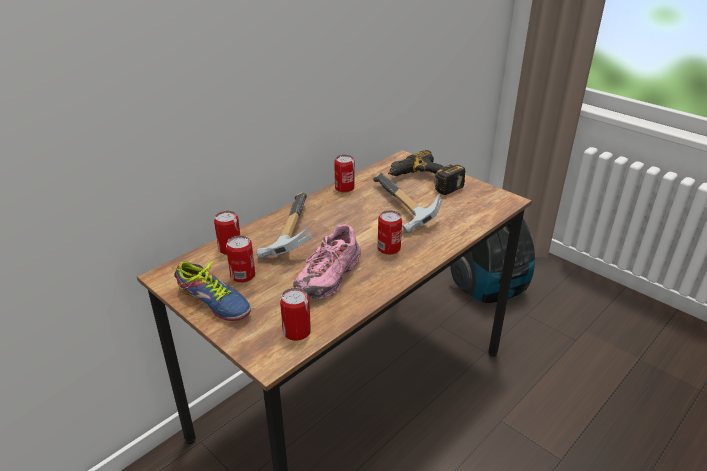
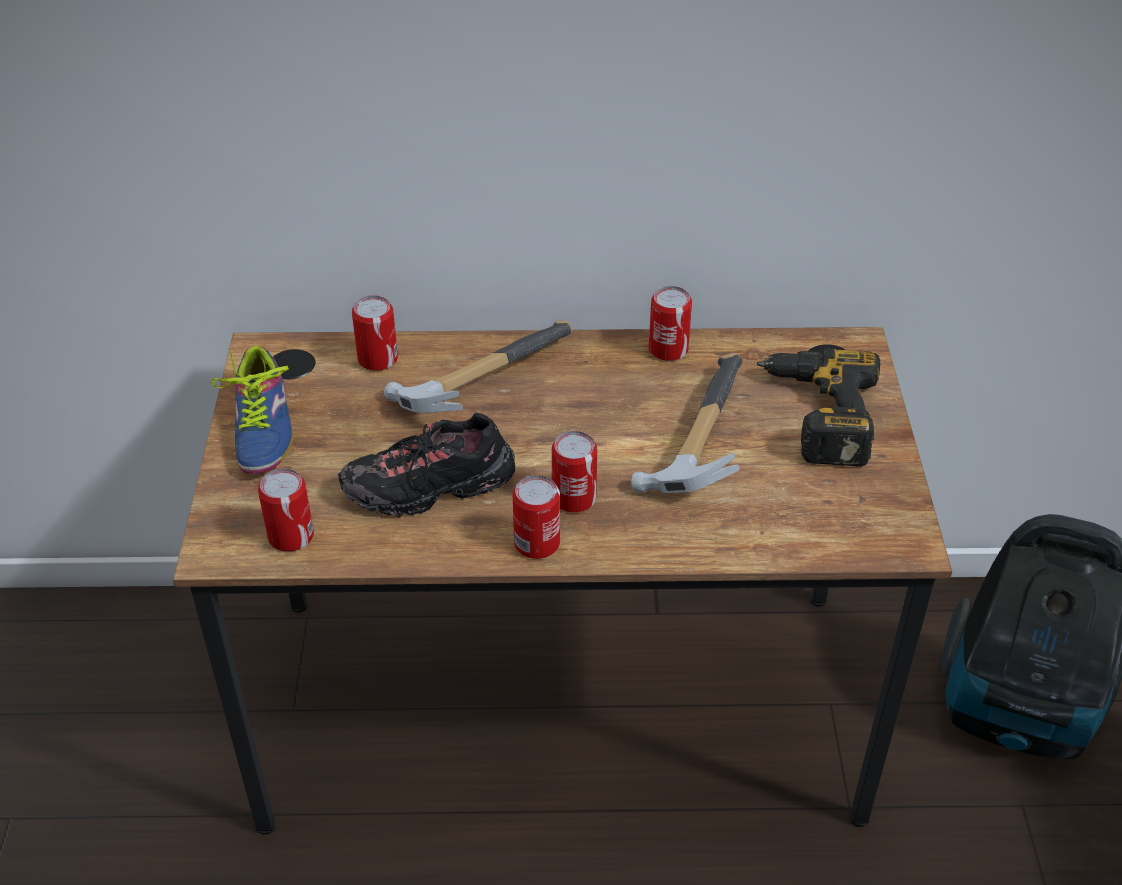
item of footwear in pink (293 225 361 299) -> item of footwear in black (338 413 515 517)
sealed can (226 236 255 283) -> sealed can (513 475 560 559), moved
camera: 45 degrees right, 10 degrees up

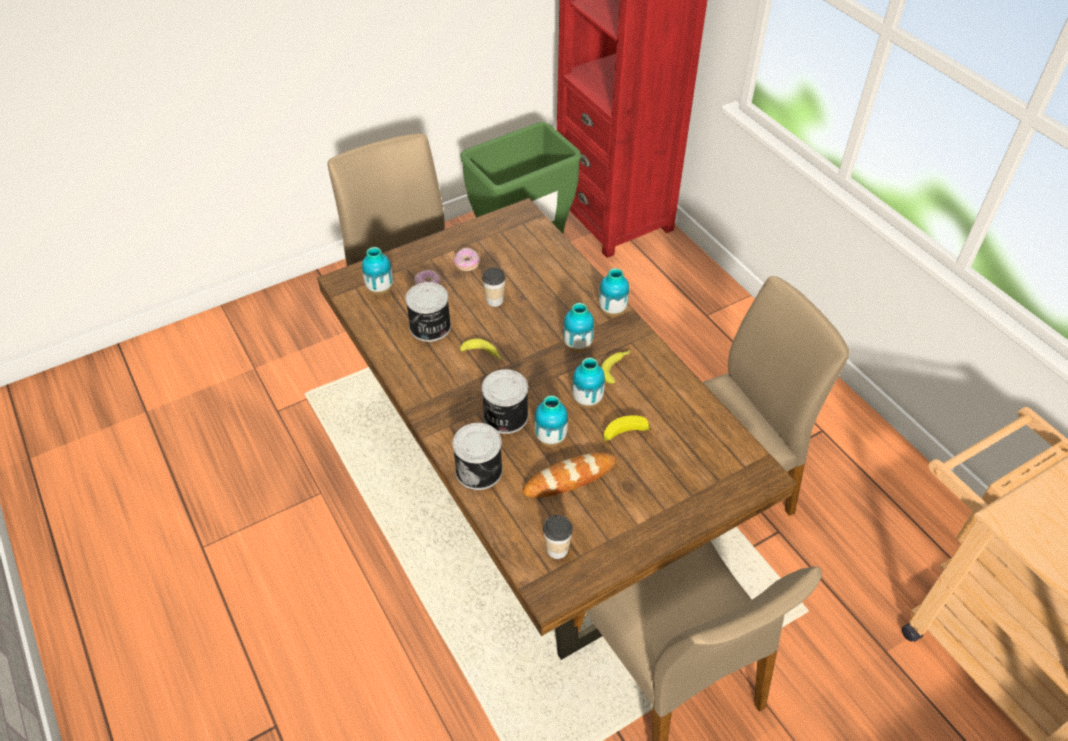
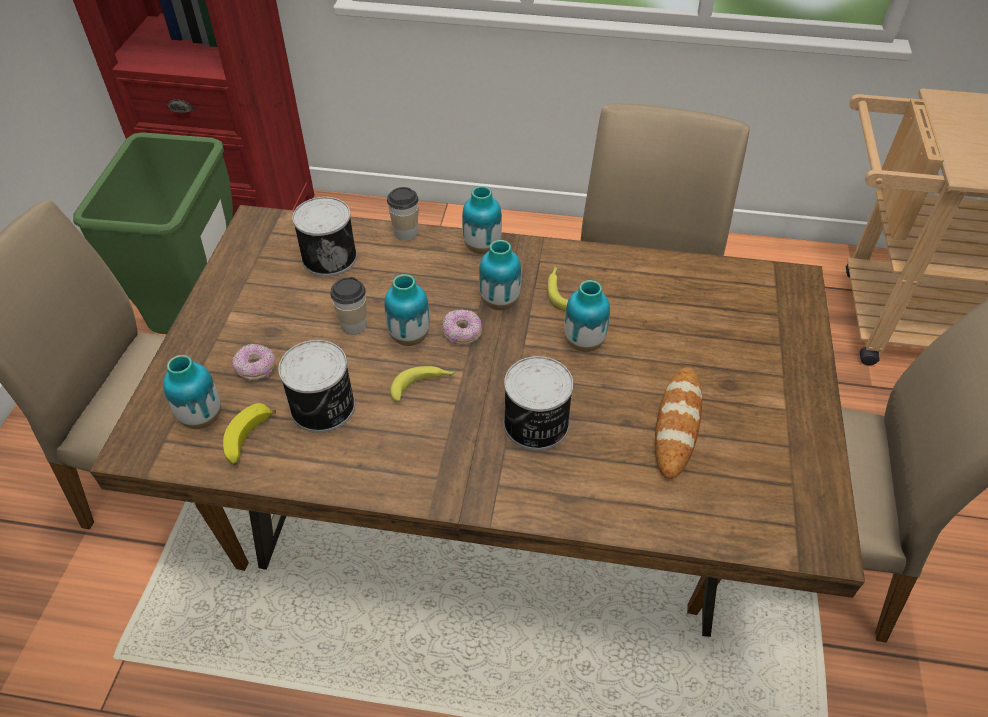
doughnut (454 248 480 271) -> doughnut (443 310 482 345), moved
flower vase (534 395 568 447) -> flower vase (384 274 430 346), moved
banana fruit (604 415 652 441) -> banana fruit (223 403 276 465), moved
sealed can (452 423 503 490) -> sealed can (292 197 357 277), moved
drinking cup (543 515 573 559) -> drinking cup (387 187 418 240), moved
camera: 50 degrees left, 0 degrees up

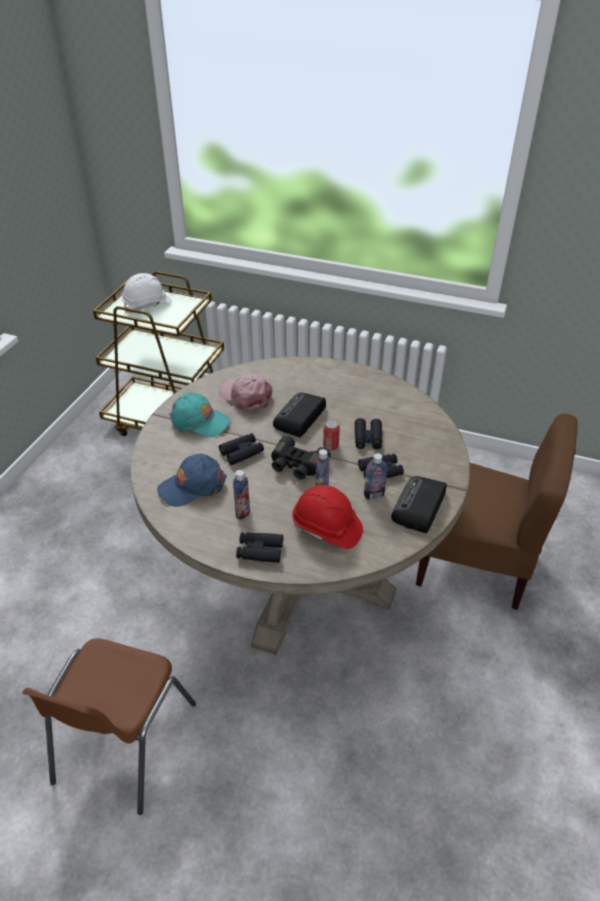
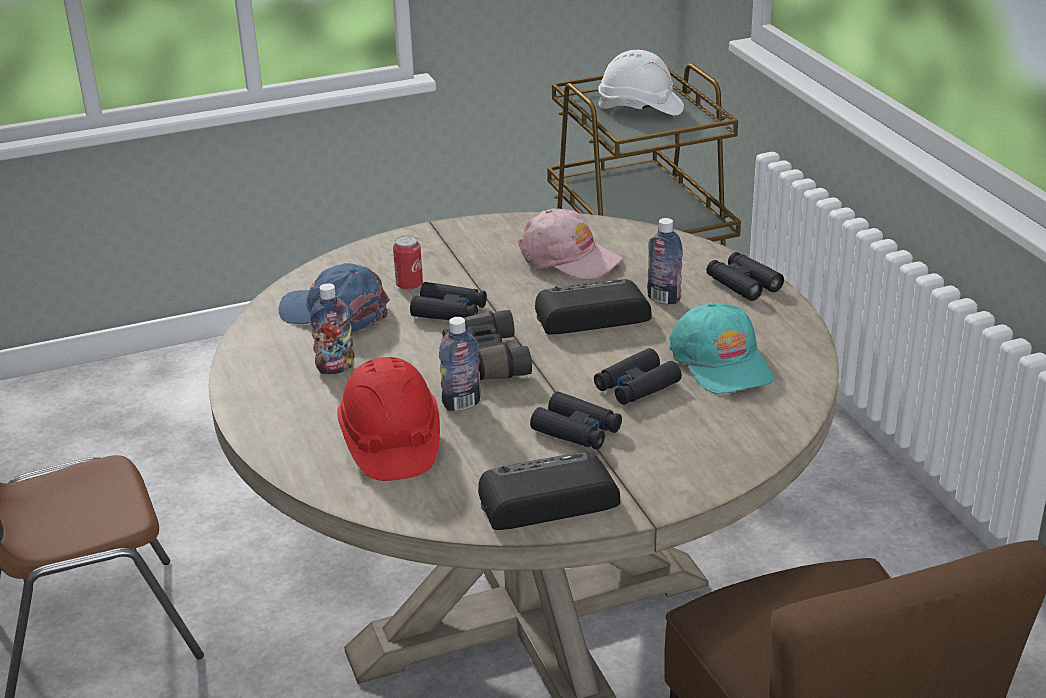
peaked cap in pink (219 374 273 412) -> peaked cap in pink (518 208 623 280), 120 degrees clockwise
peaked cap in blue-green (169 393 230 437) -> peaked cap in blue-green (669 303 773 394), moved
sealed can (323 420 340 450) -> sealed can (393 236 423 290), moved
bottle (364 453 388 500) -> bottle (647 218 683 304), moved
pair of binoculars in black (236 532 283 563) -> pair of binoculars in black (706 252 784 301), moved
camera: 50 degrees right, 10 degrees down

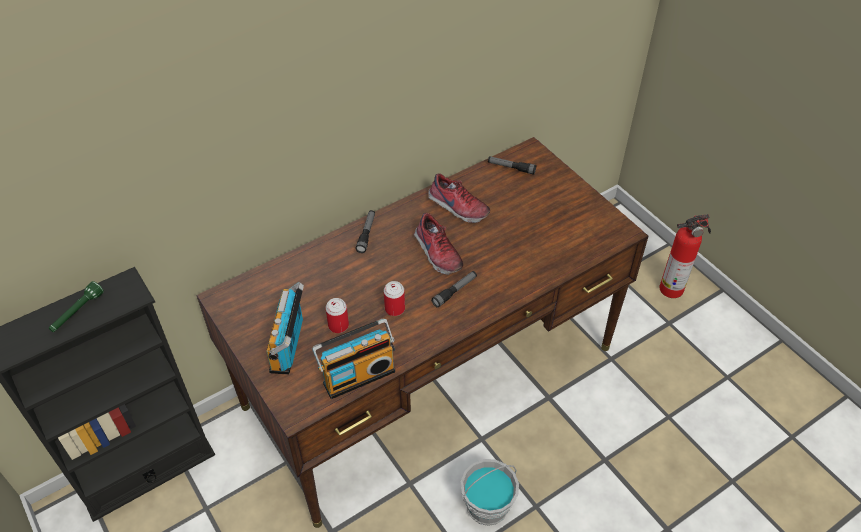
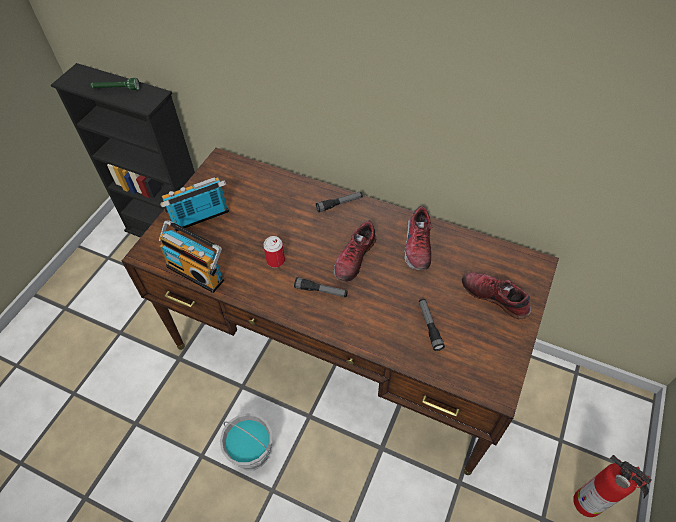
torch (488 156 536 175) -> torch (419 299 445 351), moved
sealed can (326 298 349 333) -> none
none -> item of footwear (462 272 531 320)
camera: 60 degrees right, 5 degrees up

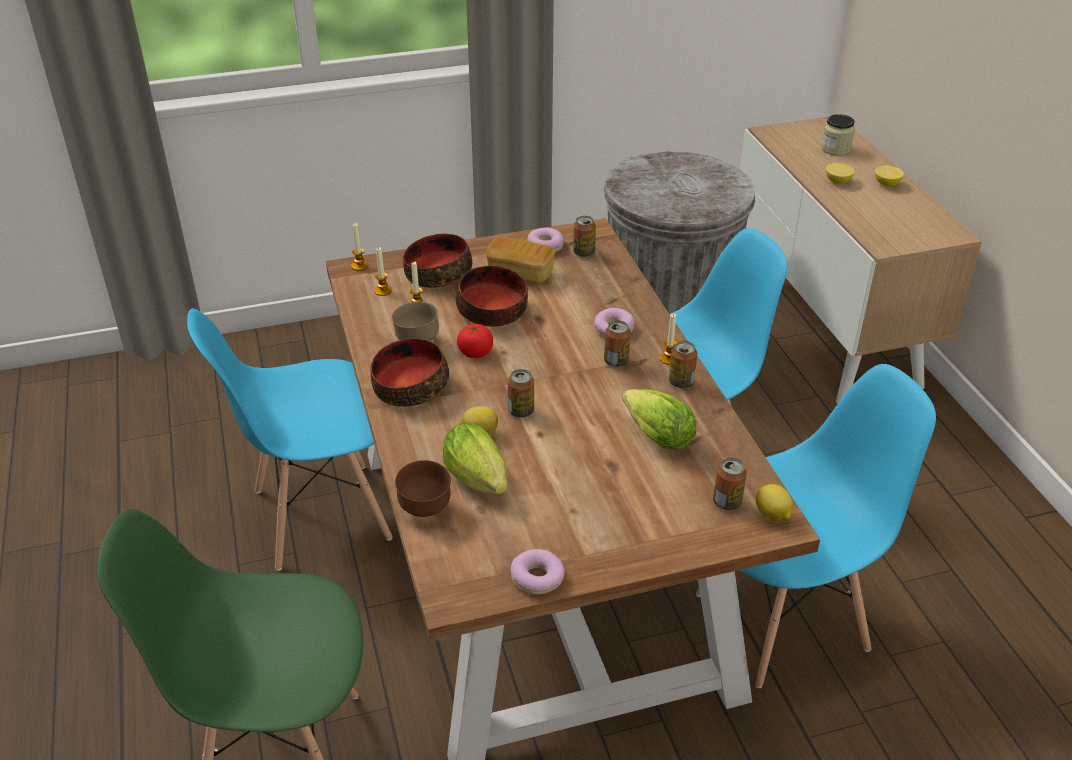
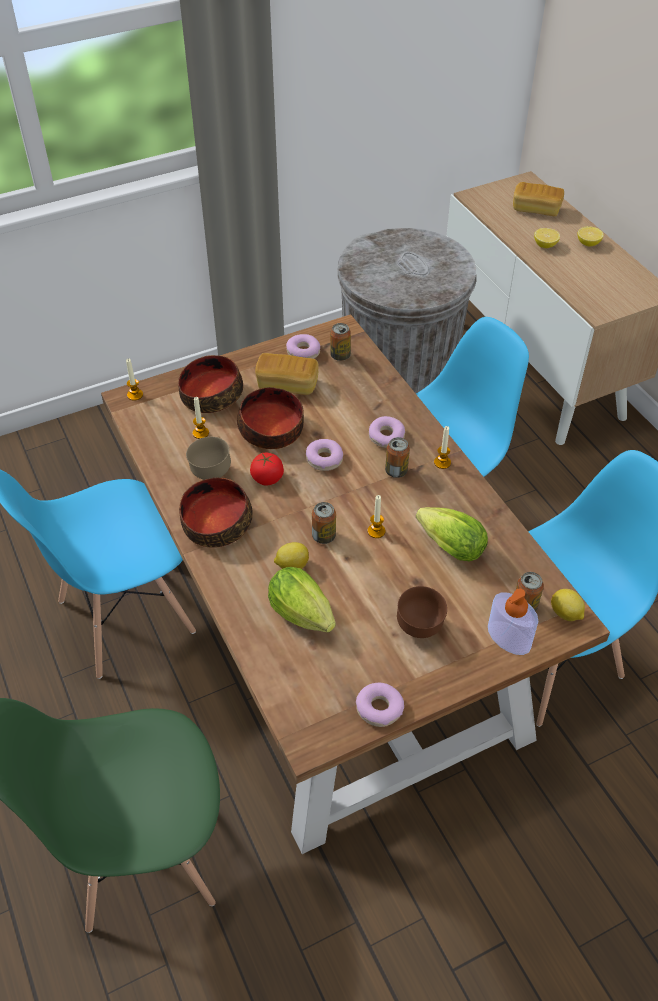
storage jar (821 114 855 155) -> bread (513 182 564 216)
candle (374 247 392 296) -> candle (367 495 386 538), moved
sealed can (669 341 697 388) -> none
serving bowl in brown (395 460 451 517) -> serving bowl in brown (397 586 447 638), moved
none -> doughnut (306 439 343 471)
none -> liquid soap bottle (488 588 538 655)
camera: 10 degrees left, 10 degrees up

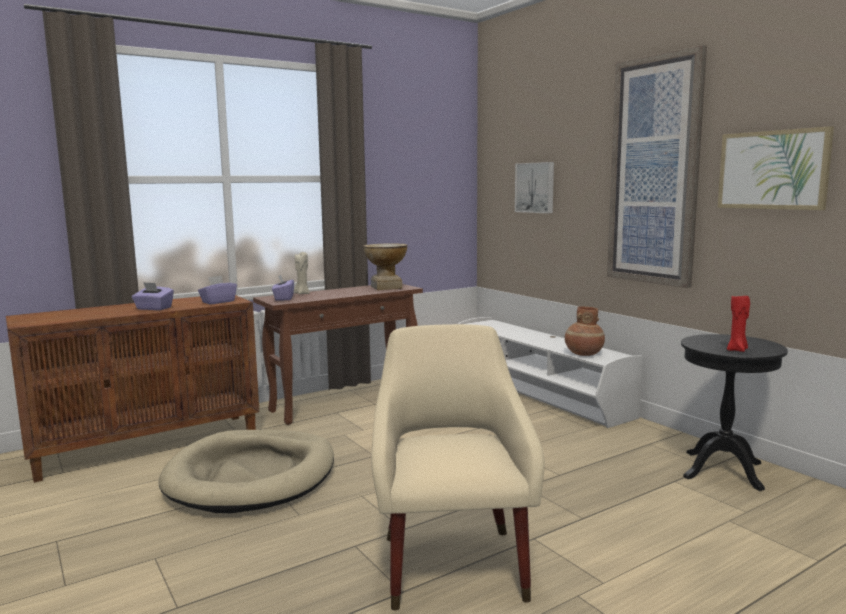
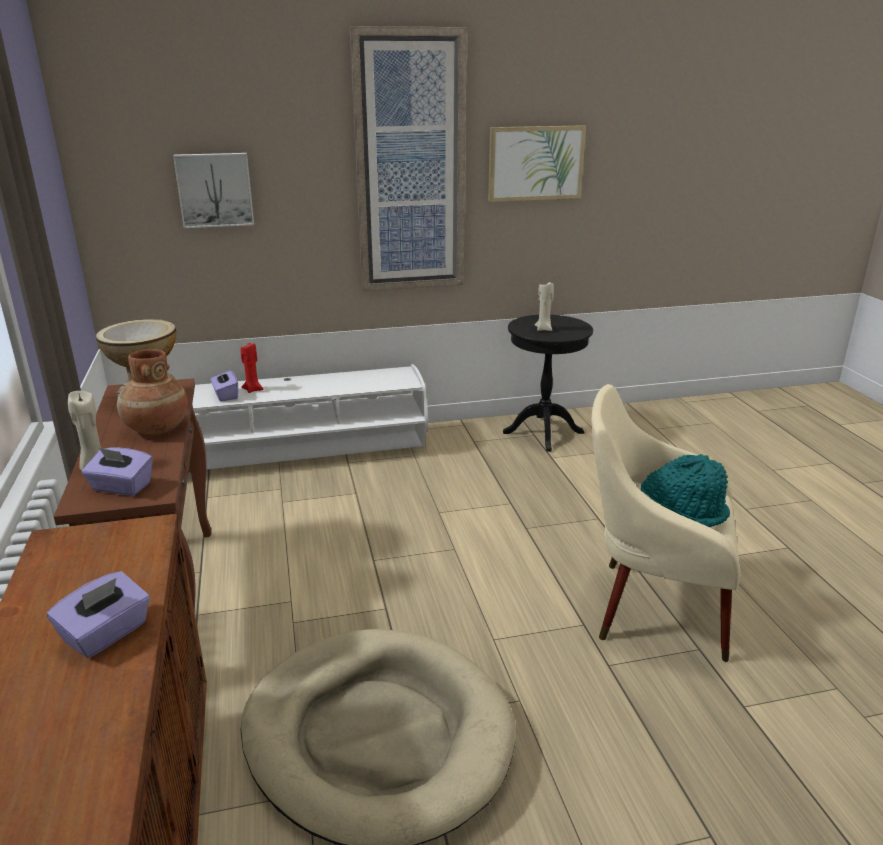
tissue box in purplish (198 276 237 304) -> tissue box in purplish (210 369 238 401), moved
candle in red-coloured (727 296 750 352) -> candle in red-coloured (241 343 264 393), moved
flower vase in brown (565 306 605 356) -> flower vase in brown (117 349 188 435), moved
none -> candle in beige (535 281 554 331)
none -> wearable hat in blue-green (641 454 730 527)
camera: 70 degrees left, 15 degrees up

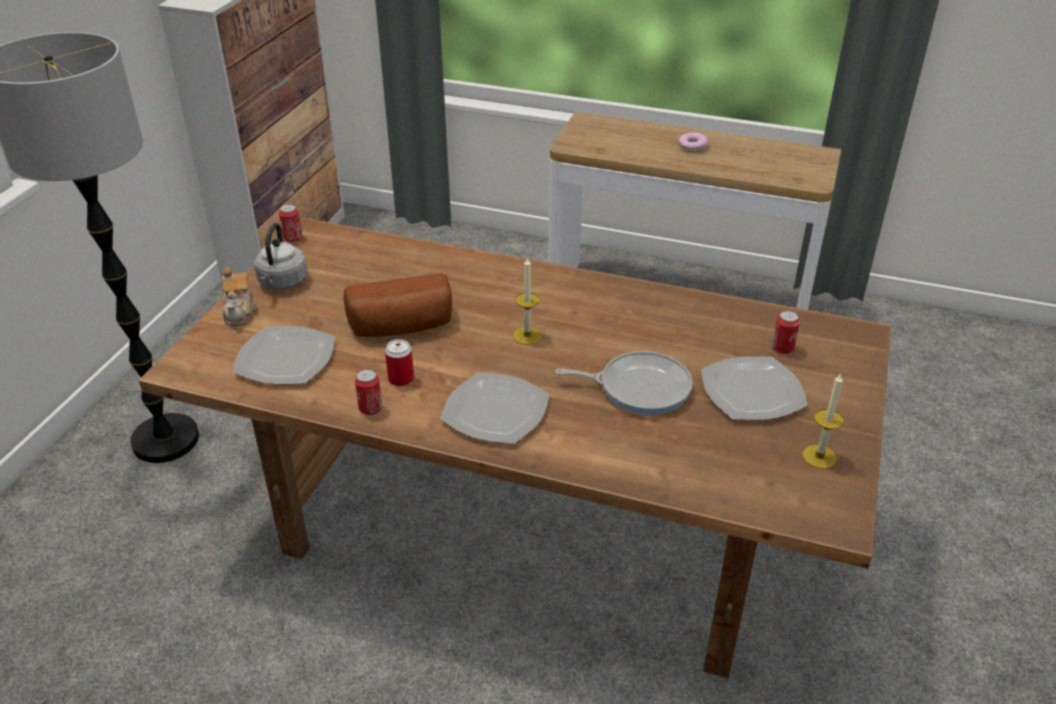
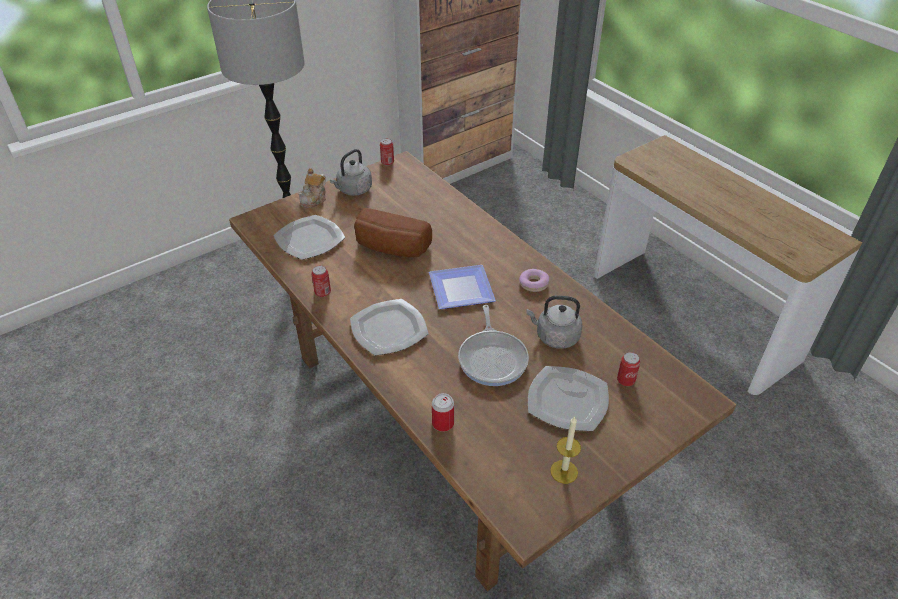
doughnut (679 133 708 152) -> doughnut (519 269 549 292), moved
candle (513 256 542 345) -> flat dish (429 265 496 309)
sealed can (385 339 414 386) -> sealed can (432 393 454 432), moved
skillet (555 351 693 415) -> skillet (458 305 529 386), 45 degrees clockwise
none -> water kettle in grey (527 296 583 349)
camera: 35 degrees right, 5 degrees up

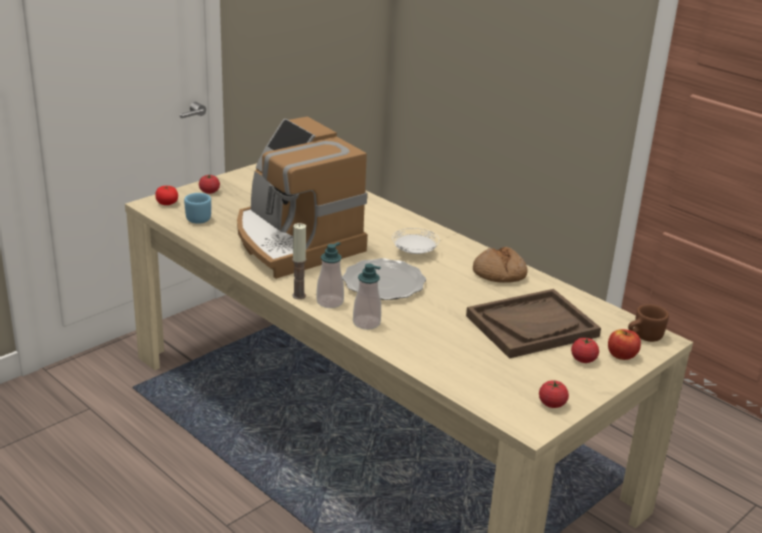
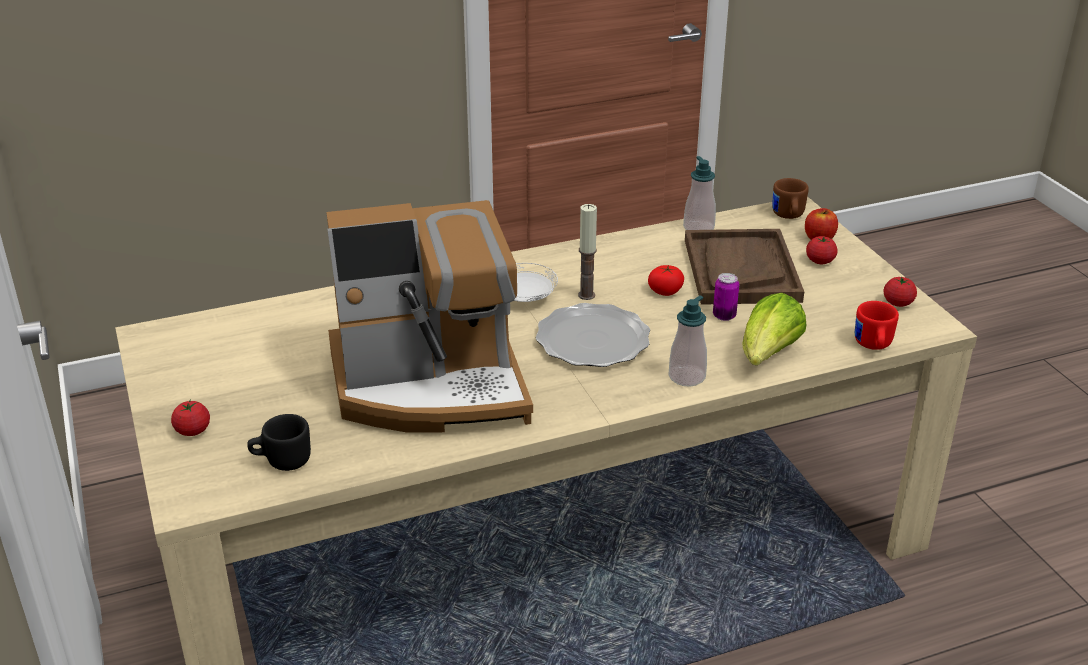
whole tomato (155 186 178 205) -> whole tomato (648 265 684 296), moved
coffee mug in bluish (184 193 211 224) -> coffee mug in black (247 414 311 471)
candle (292 223 307 299) -> candle (578 204 597 300), moved
liquid soap bottle (316 242 344 308) -> liquid soap bottle (683 156 716 230), moved
bread (473 247 528 283) -> none
none -> sealed can (713 273 739 321)
none -> lettuce (742 293 806 366)
none -> coffee mug in red-coloured (855 301 899 350)
camera: 65 degrees left, 5 degrees up

